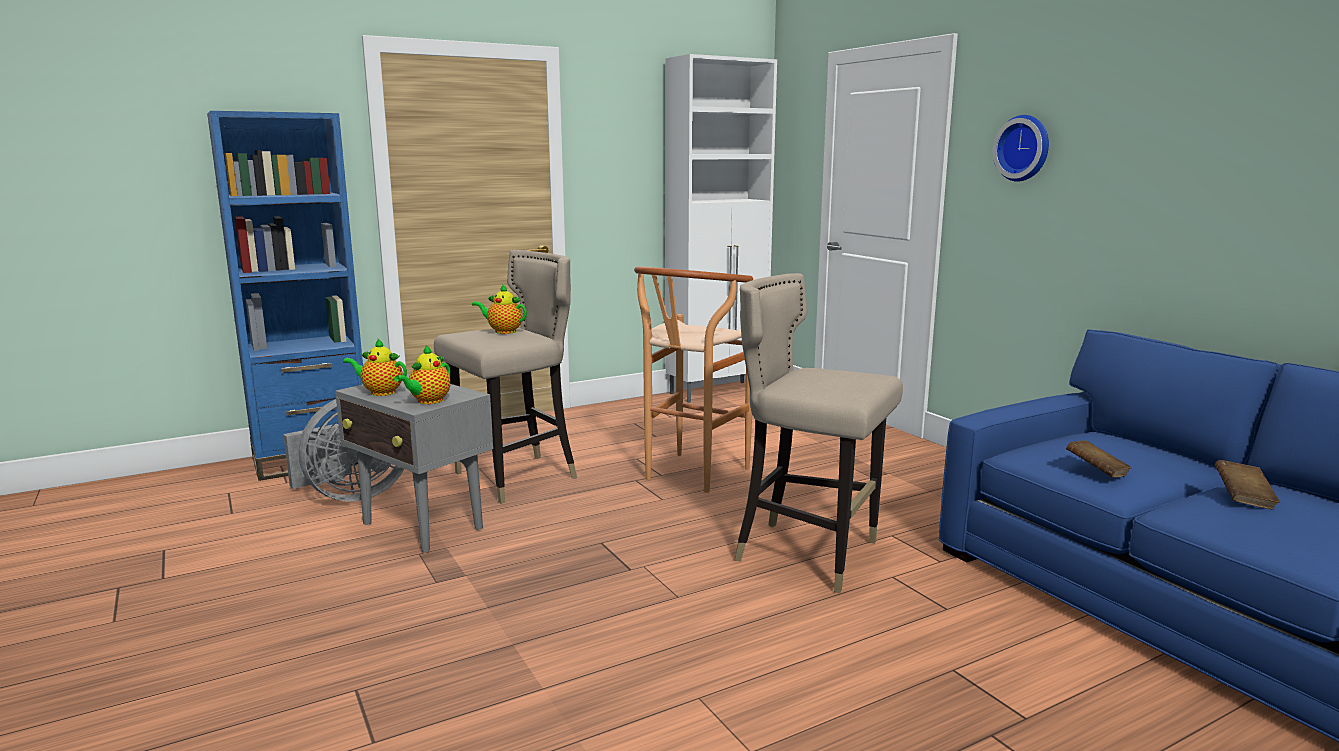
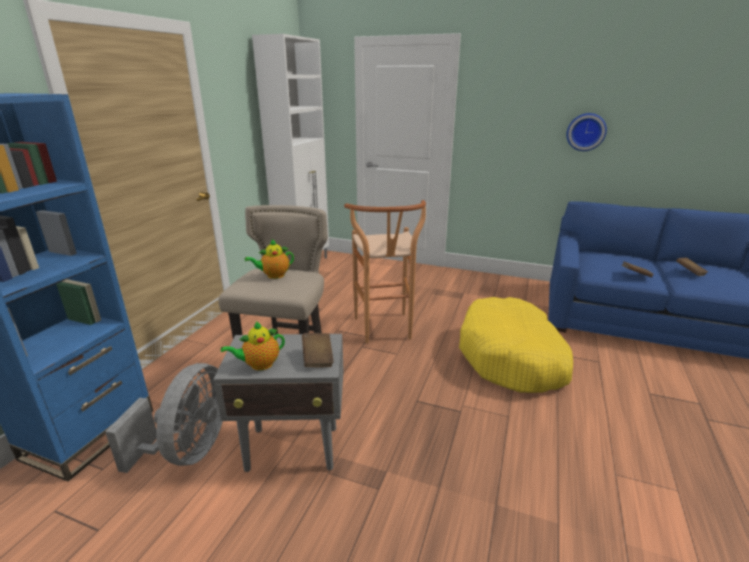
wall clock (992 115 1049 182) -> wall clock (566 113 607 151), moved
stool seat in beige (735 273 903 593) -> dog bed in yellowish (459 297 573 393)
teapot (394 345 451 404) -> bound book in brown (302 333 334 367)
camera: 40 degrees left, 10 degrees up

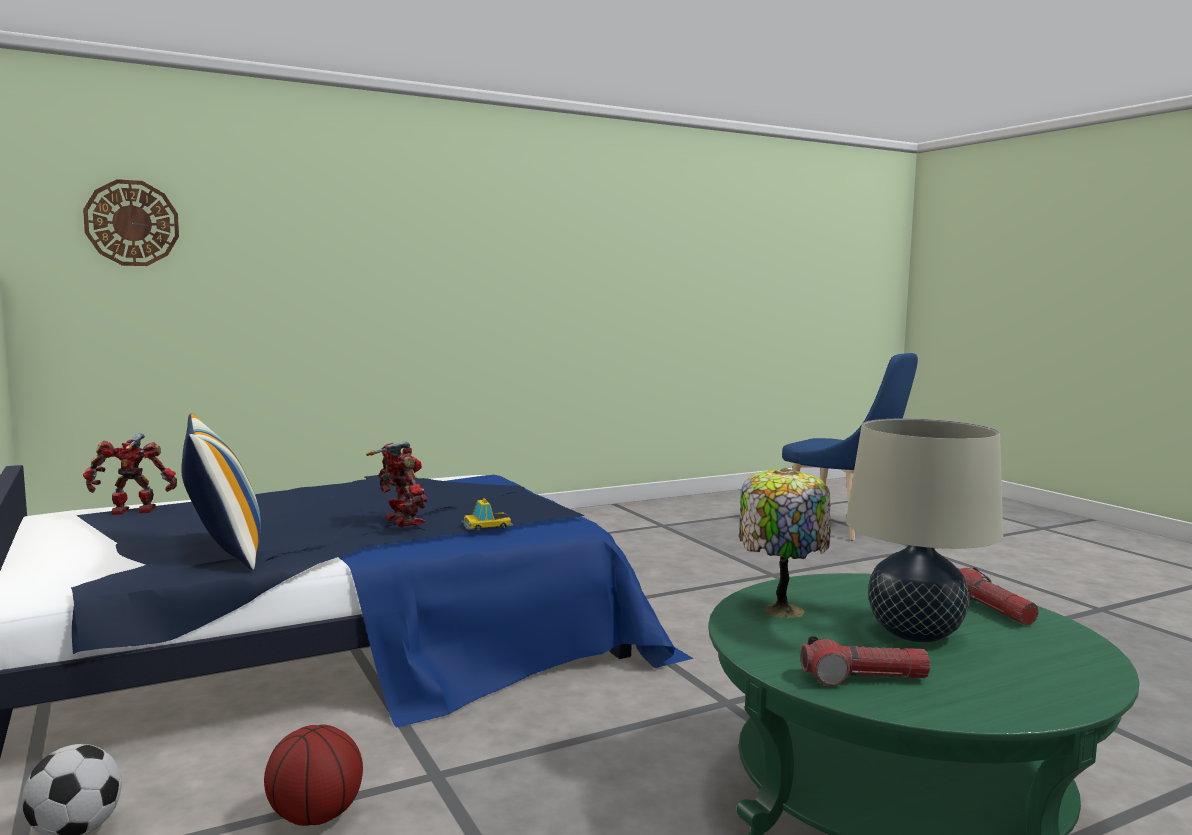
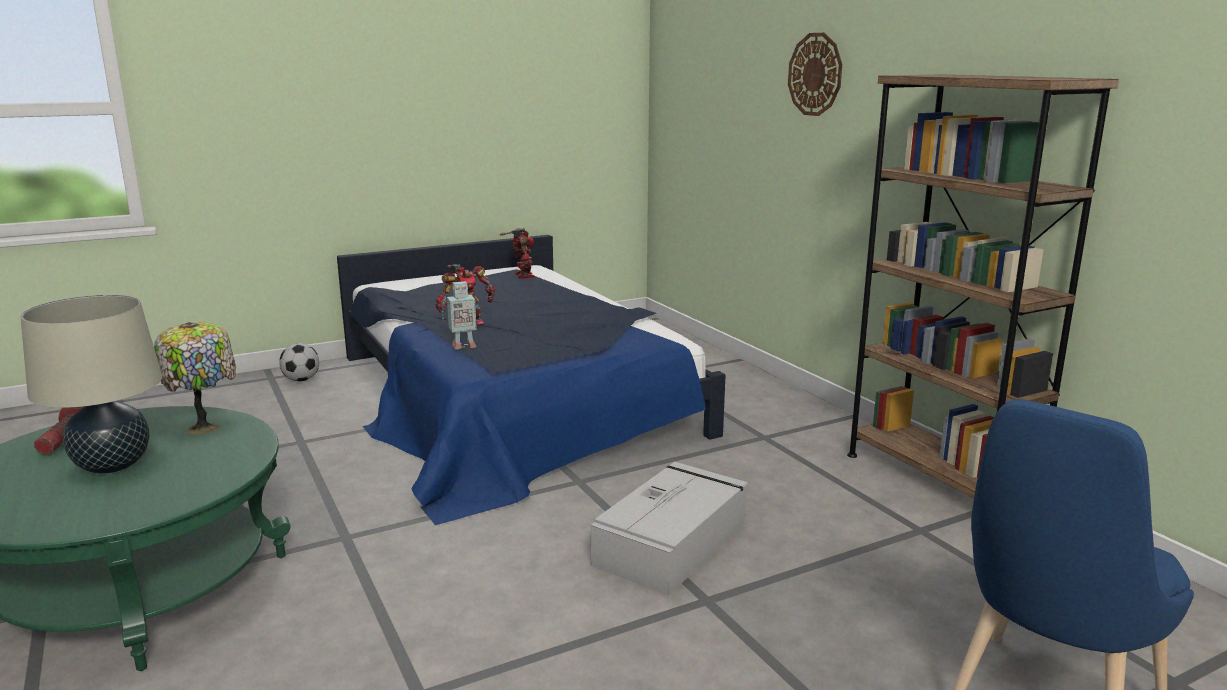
wall clock (83 179 179 266) -> wall clock (788 33 842 116), moved
pillow (181 413 261 570) -> none
toy car (462 498 513 531) -> toy robot (441 281 480 349)
torch (958 567 1039 625) -> none
basketball ball (264 724 363 826) -> none
none -> shelving unit in brown (847 75 1119 498)
none -> storage box in grey (590 462 748 596)
camera: 90 degrees right, 10 degrees up

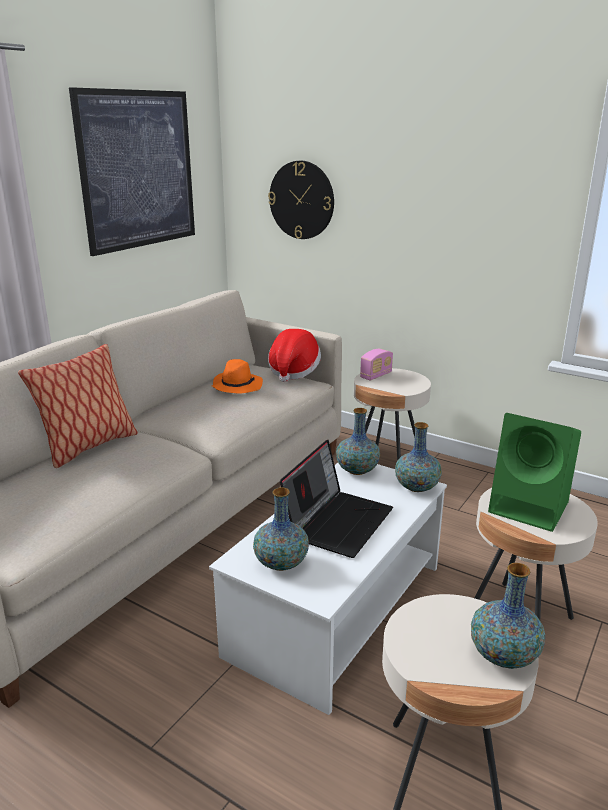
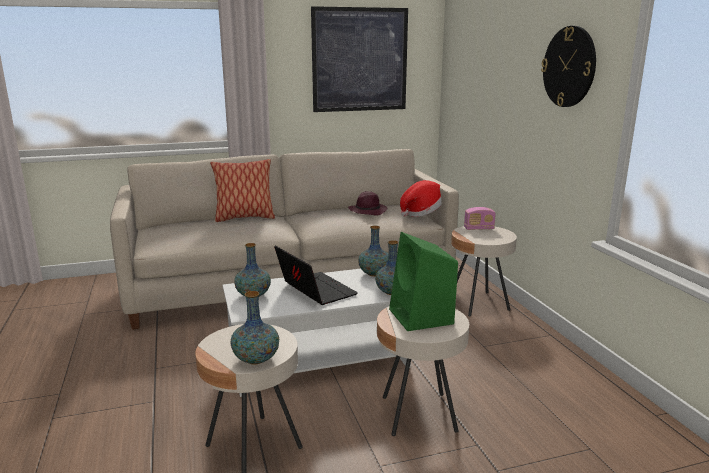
wall clock (268 161 334 239) -> wall clock (541 26 596 107), moved
wearable hat in orangey (212 359 263 394) -> wearable hat in purplish (348 191 388 216)
laptop (280 439 393 558) -> laptop (274 246 358 305), 105 degrees counterclockwise
camera: 40 degrees right, 5 degrees down

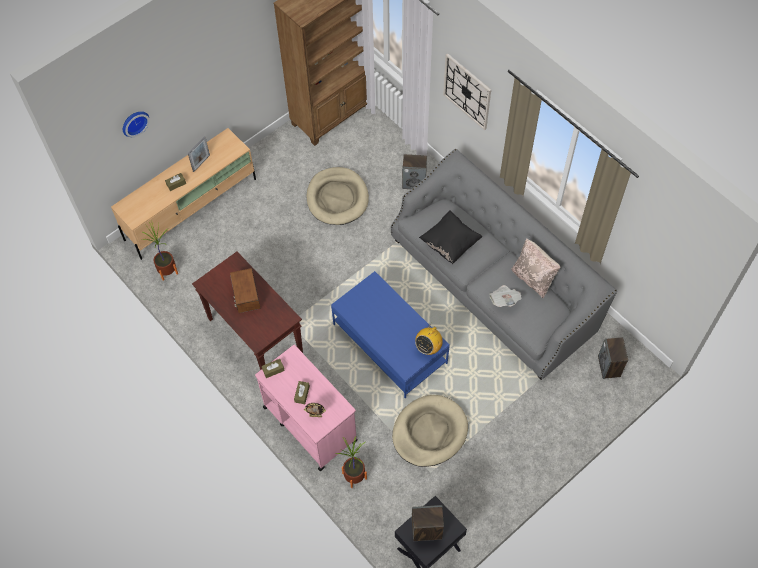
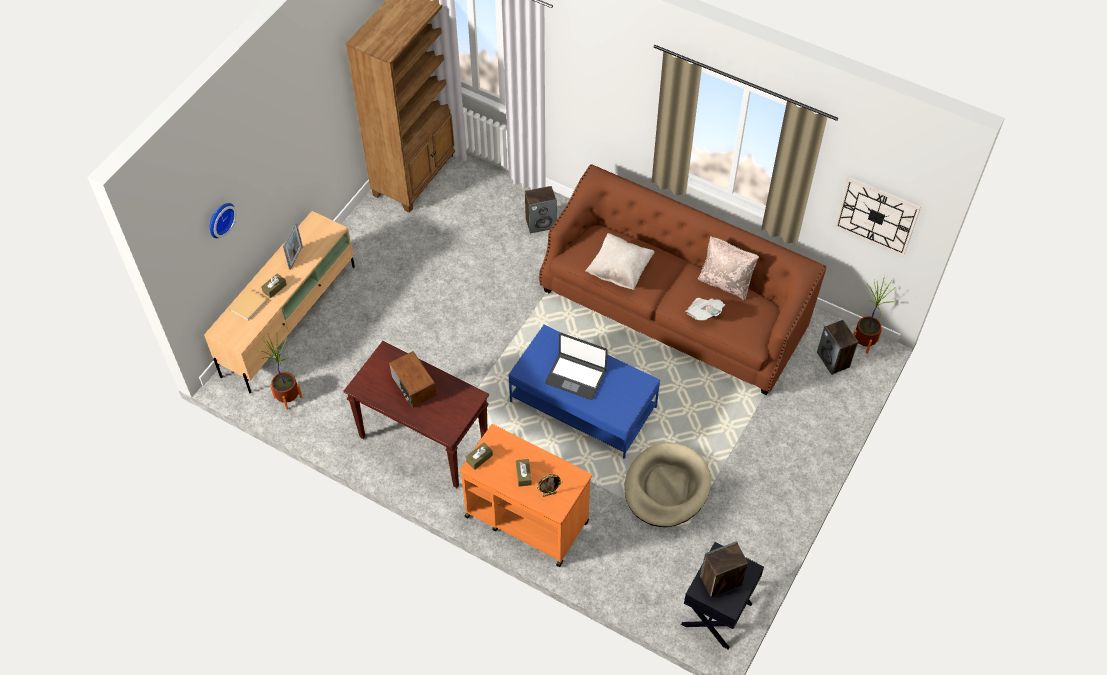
wall clock (443 53 491 130) -> wall clock (834 177 921 257), moved
couch in grey (391 149 617 380) -> couch in brown (539 164 827 395)
dog bed in beige (306 167 369 225) -> none
pillow in black (419 210 482 265) -> pillow in beige (585 233 655 290)
radio receiver (415 326 443 355) -> none
wheeled cart in pink (255 345 357 471) -> wheeled cart in orangey (460 424 592 567)
houseplant (335 436 367 488) -> houseplant (853 276 898 354), moved
none -> bound book in beige (229 289 267 321)
none -> laptop (545 333 608 400)
camera: 20 degrees left, 5 degrees down

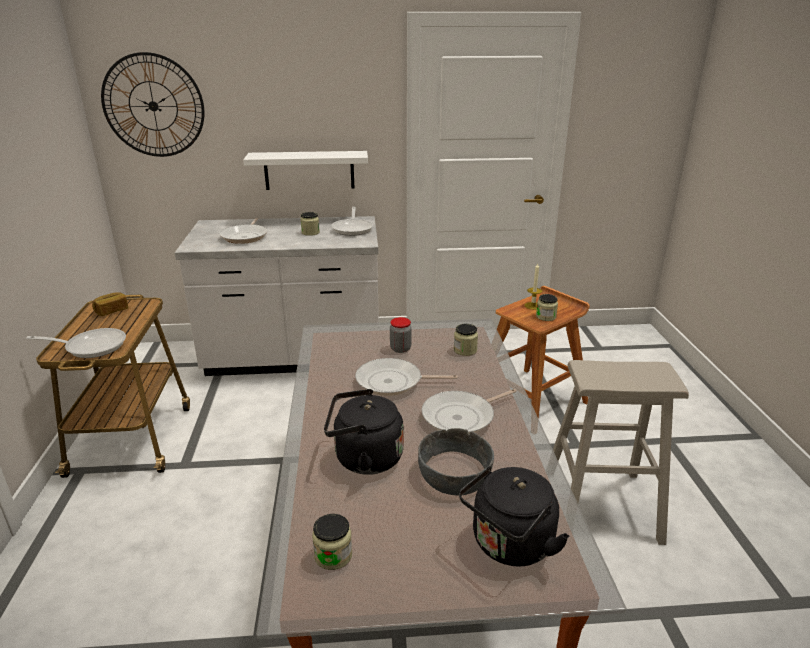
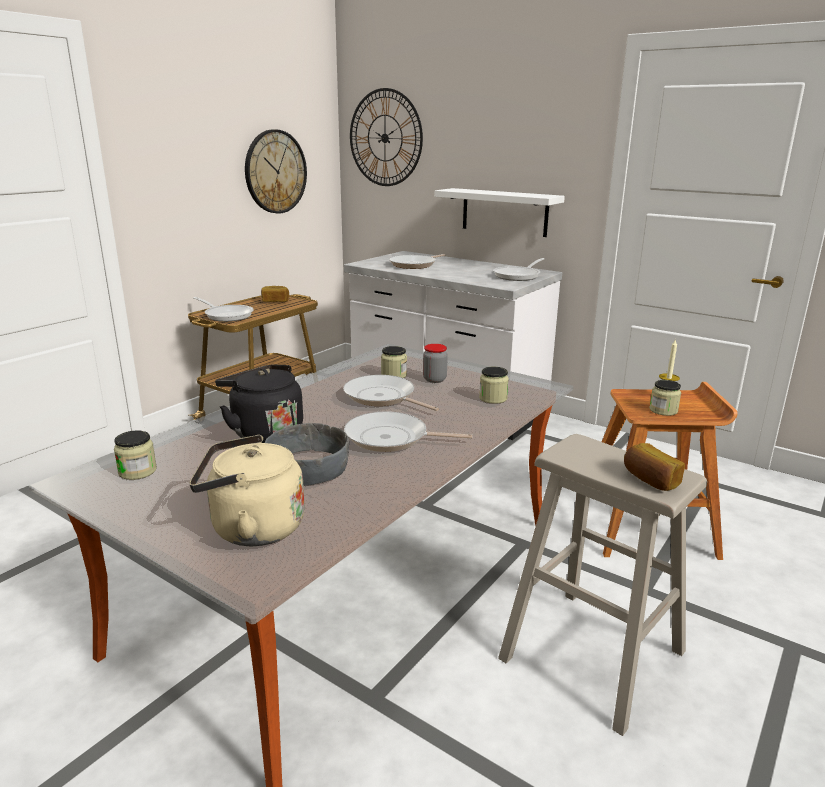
storage jar (300 212 320 236) -> storage jar (381 346 407 378), moved
water kettle in black (459 466 570 567) -> water kettle in beige (189 435 305 546)
none -> wall clock (245 129 307 213)
none -> bread (624 443 685 491)
camera: 40 degrees right, 5 degrees down

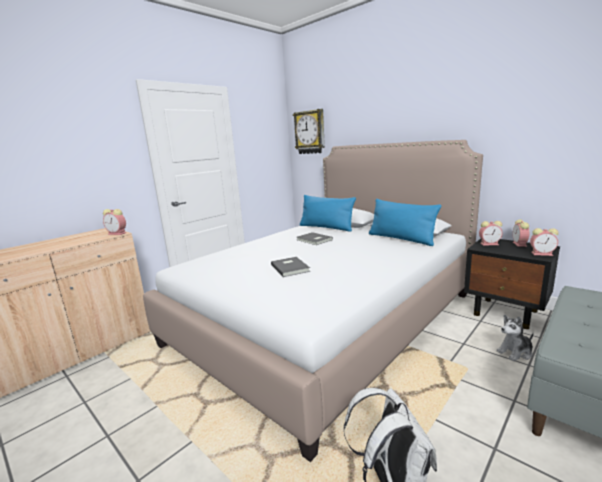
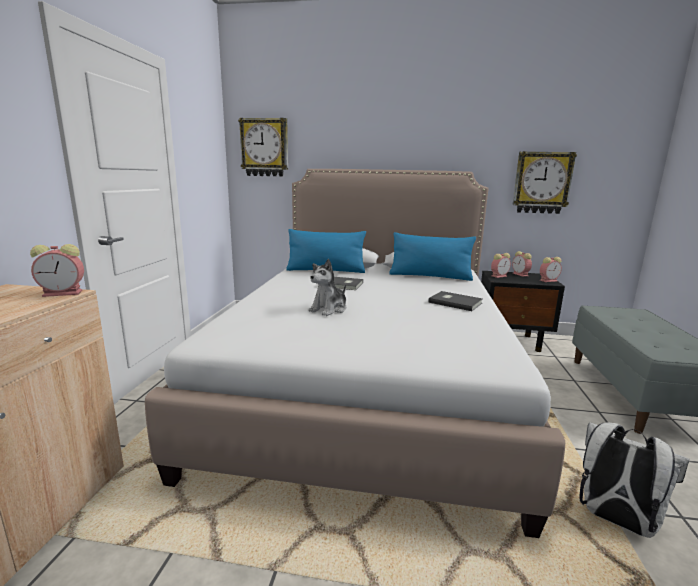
bound book in grey (271 257 310 277) -> bound book in grey (428 291 482 311), moved
cuddly toy (496 314 534 361) -> cuddly toy (309 259 346 316), moved
none -> wall clock (512 151 577 214)
camera: 35 degrees left, 0 degrees up

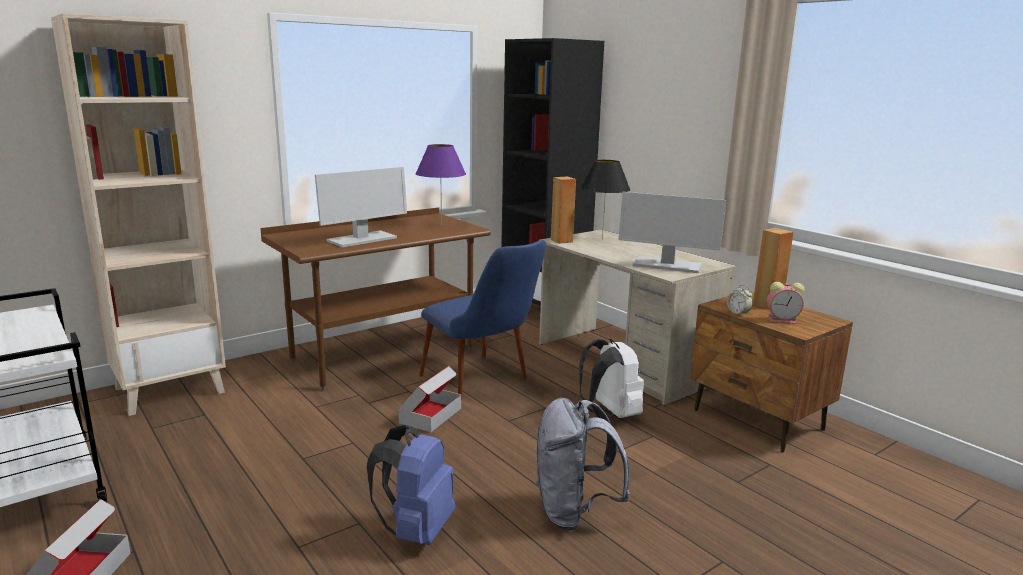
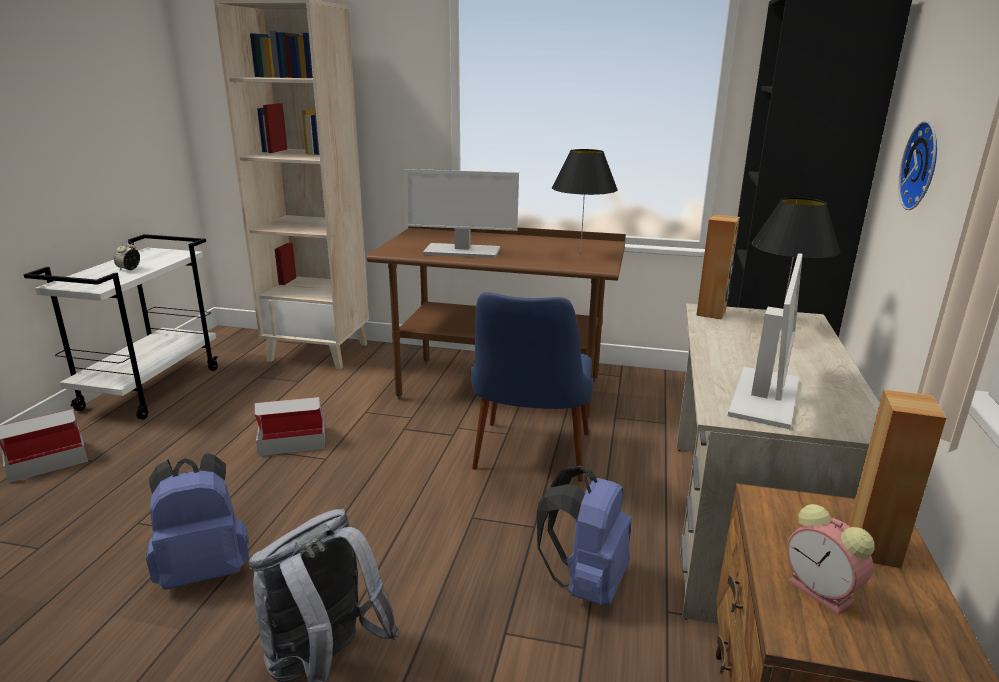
lamp for a table in purplish (415 144 466 226) -> lamp for a table in black (552 149 618 256)
monitor (618 192 726 273) -> monitor (728 254 803 429), 135 degrees counterclockwise
alarm clock (727 285 753 316) -> alarm clock (114 241 140 270), moved
backpack in whitish (579 339 644 419) -> backpack in bluish (537 465 632 606)
carton (398 366 461 432) -> carton (255 397 325 456), moved
none -> wall clock (898 121 937 210)
camera: 50 degrees right, 5 degrees up

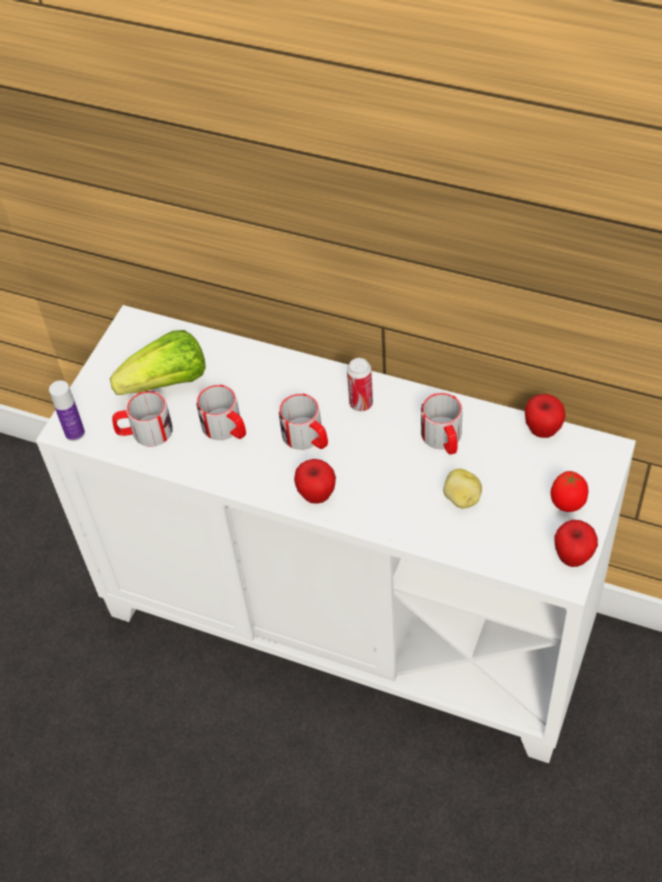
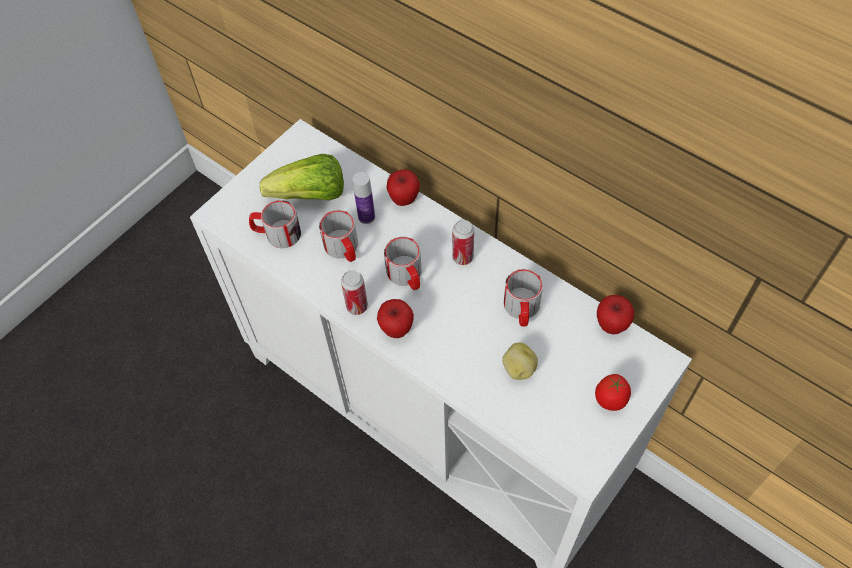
bottle (49 380 85 441) -> bottle (353 172 375 224), moved
apple fruit (554 520 598 567) -> apple fruit (387 169 420 206), moved
none -> sealed can (341 270 368 315)
camera: 15 degrees right, 5 degrees up

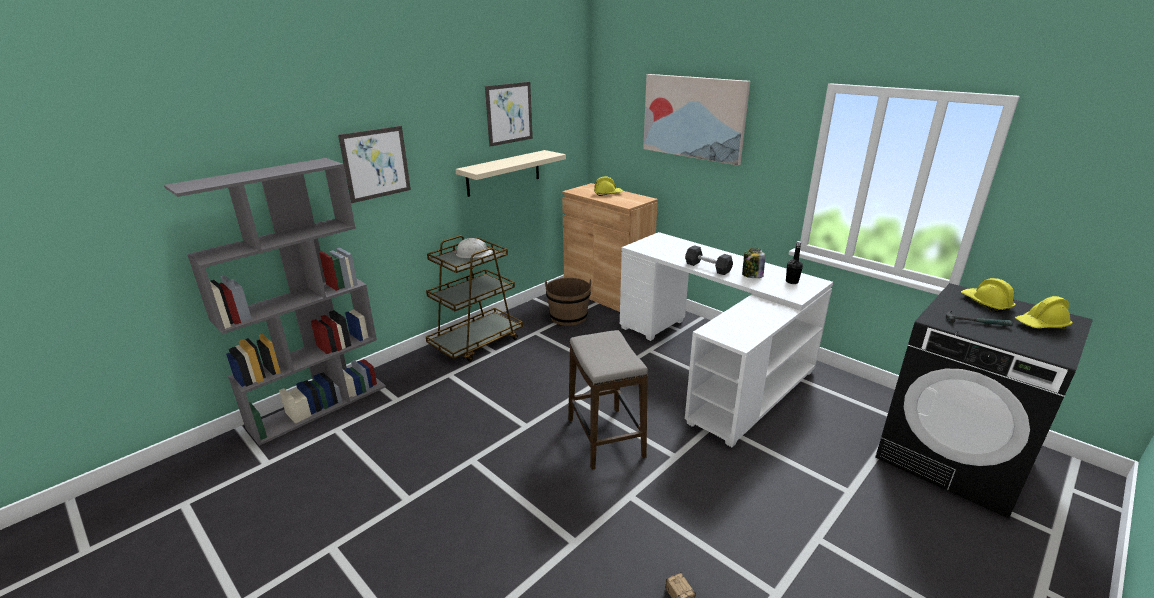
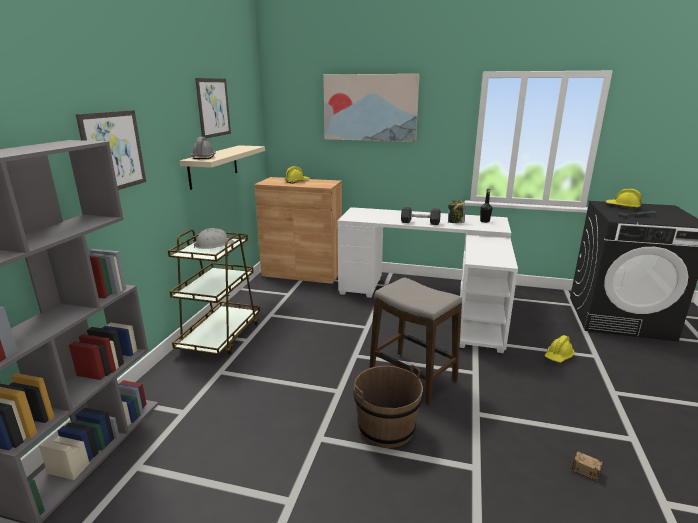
water bucket in brown (545 278 591 326) -> water bucket in brown (353 364 423 448), moved
safety helmet in yellowish (1015 296 1073 329) -> safety helmet in yellowish (545 335 574 362), moved
none -> safety helmet in grey (191 137 216 159)
camera: 30 degrees left, 5 degrees down

